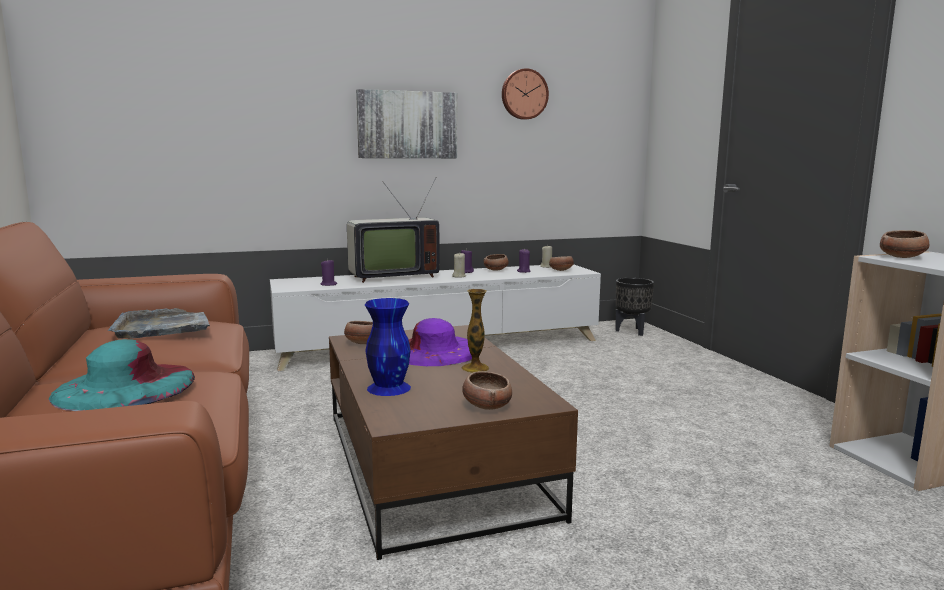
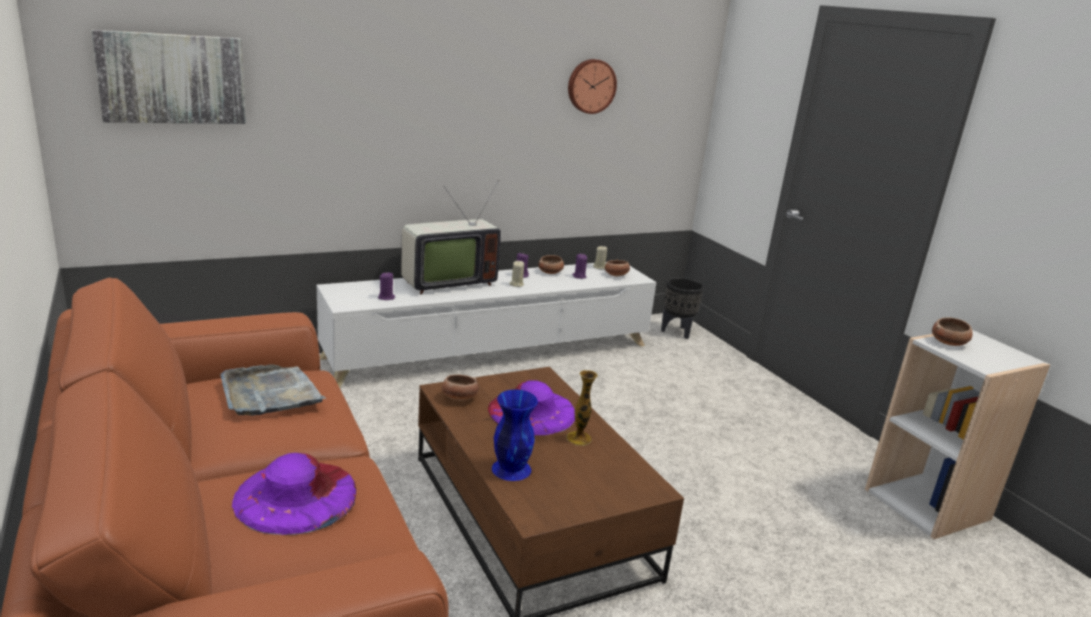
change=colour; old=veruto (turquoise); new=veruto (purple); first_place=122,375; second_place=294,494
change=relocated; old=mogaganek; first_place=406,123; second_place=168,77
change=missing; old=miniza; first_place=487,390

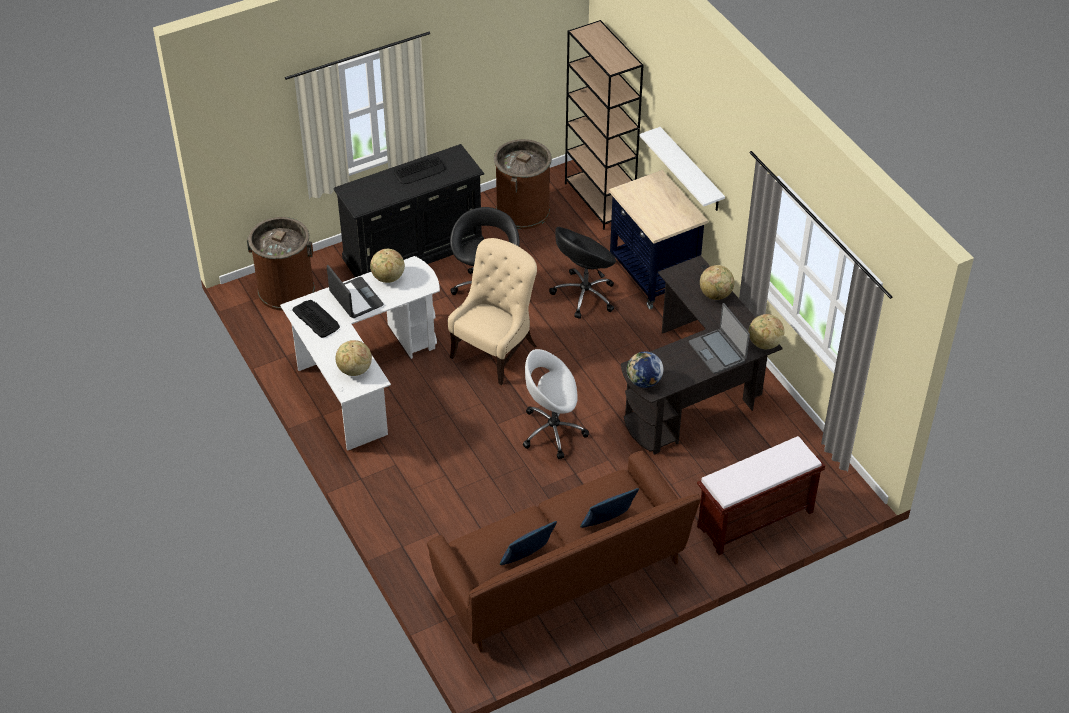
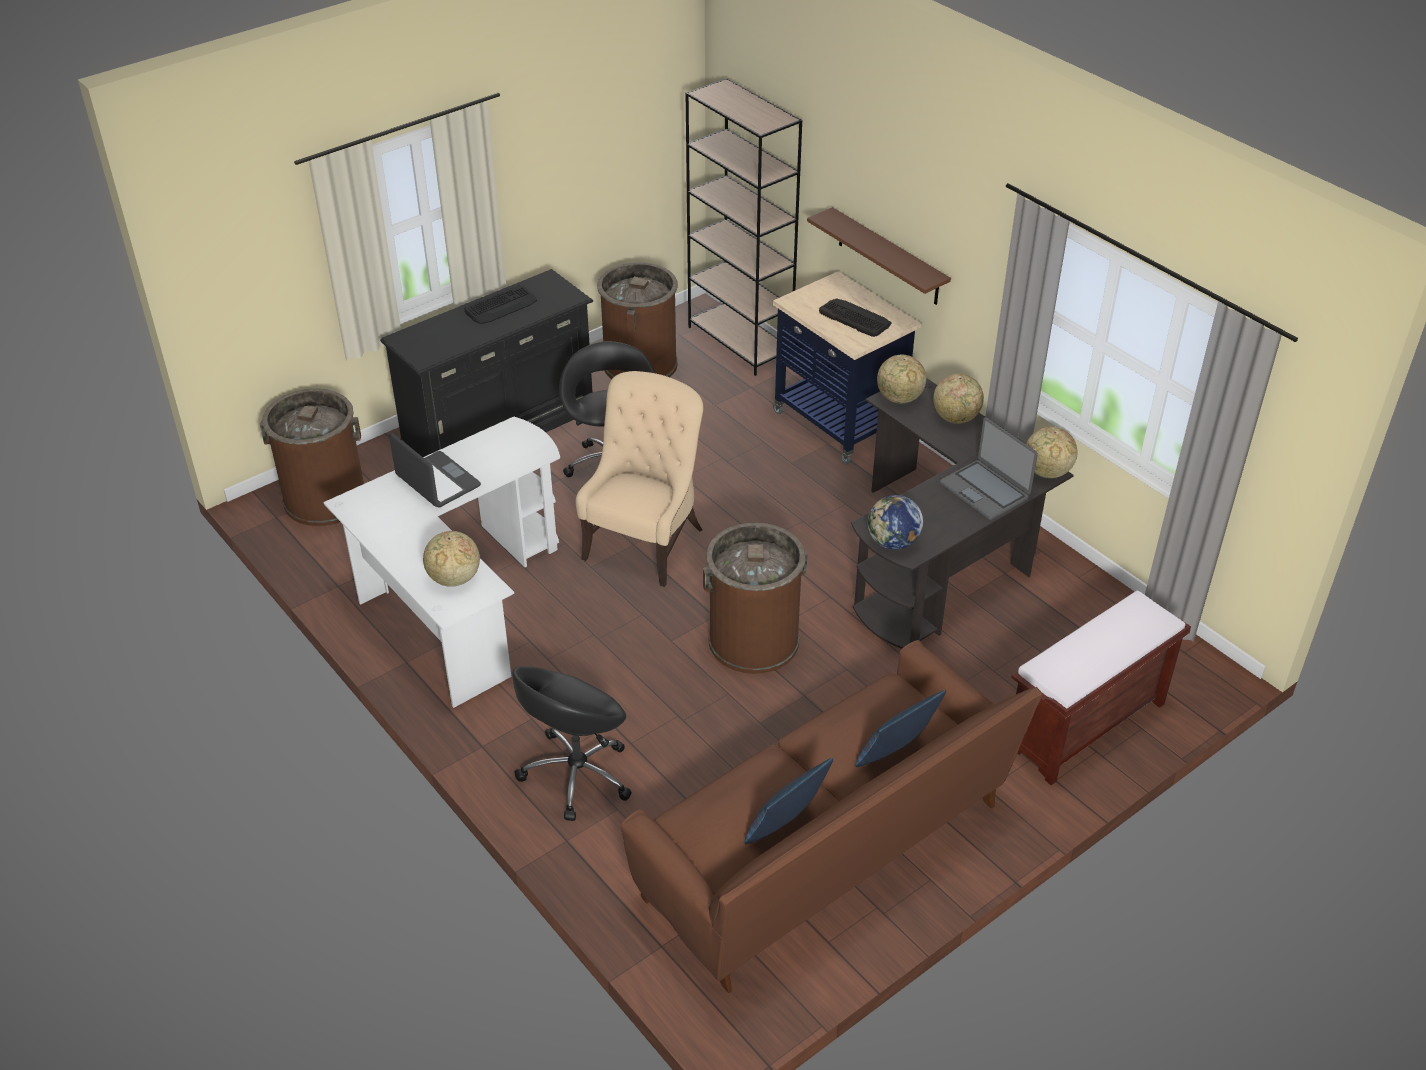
change=relocated; old=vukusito; first_place=316,319; second_place=855,317
change=relocated; old=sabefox; first_place=387,266; second_place=901,379
change=exchanged; old=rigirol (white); new=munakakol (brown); first_place=556,404; second_place=755,598
change=relocated; old=rigirol (black); first_place=582,273; second_place=572,743
change=colour; old=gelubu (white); new=gelubu (brown); first_place=682,169; second_place=879,256

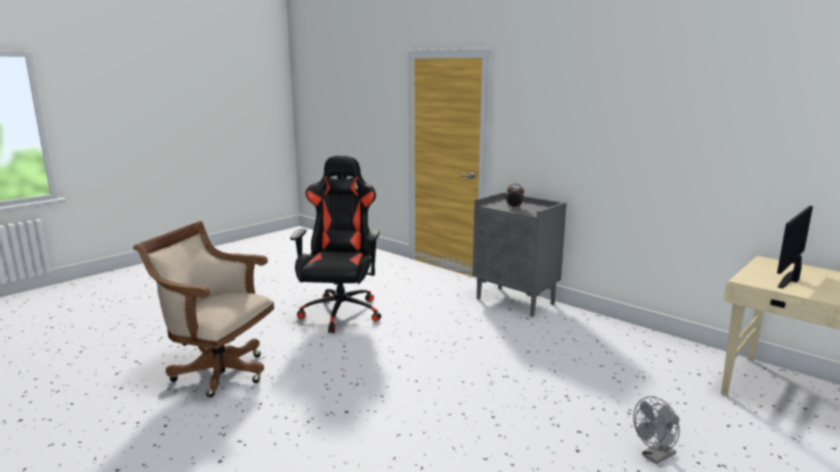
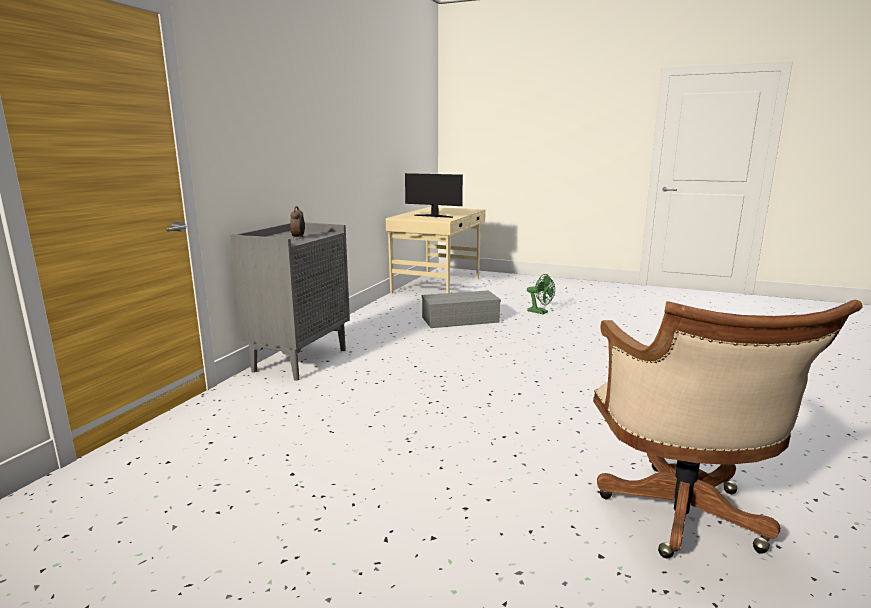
change=missing; old=rigirol (black); first_place=335,244
change=colour; old=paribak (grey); new=paribak (green); first_place=656,430; second_place=541,294
change=appeared; new=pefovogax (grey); second_place=461,309

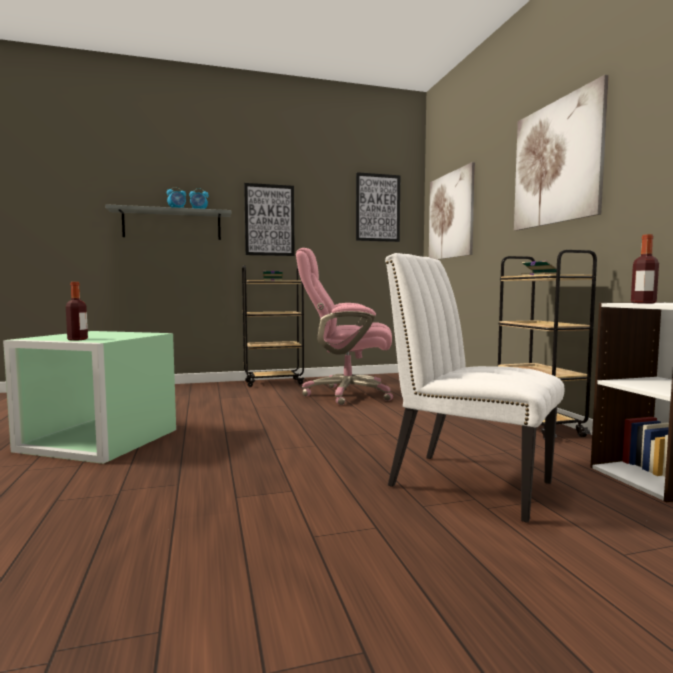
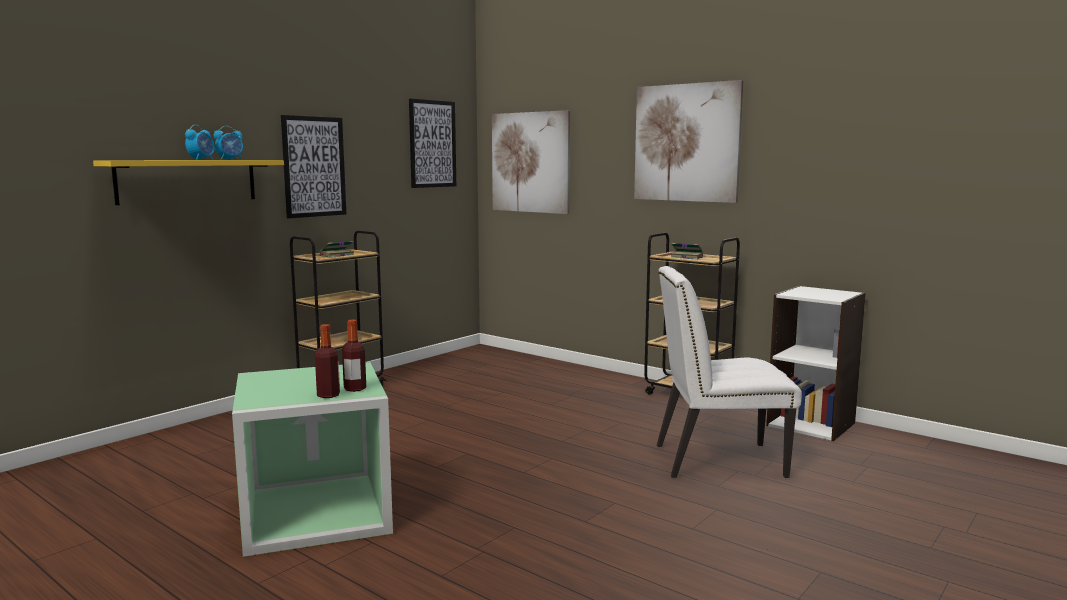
change=colour; old=gelubu (grey); new=gelubu (yellow); first_place=168,222; second_place=188,182
change=missing; old=rigirol (pink); first_place=344,326
change=relocated; old=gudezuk; first_place=645,269; second_place=354,356

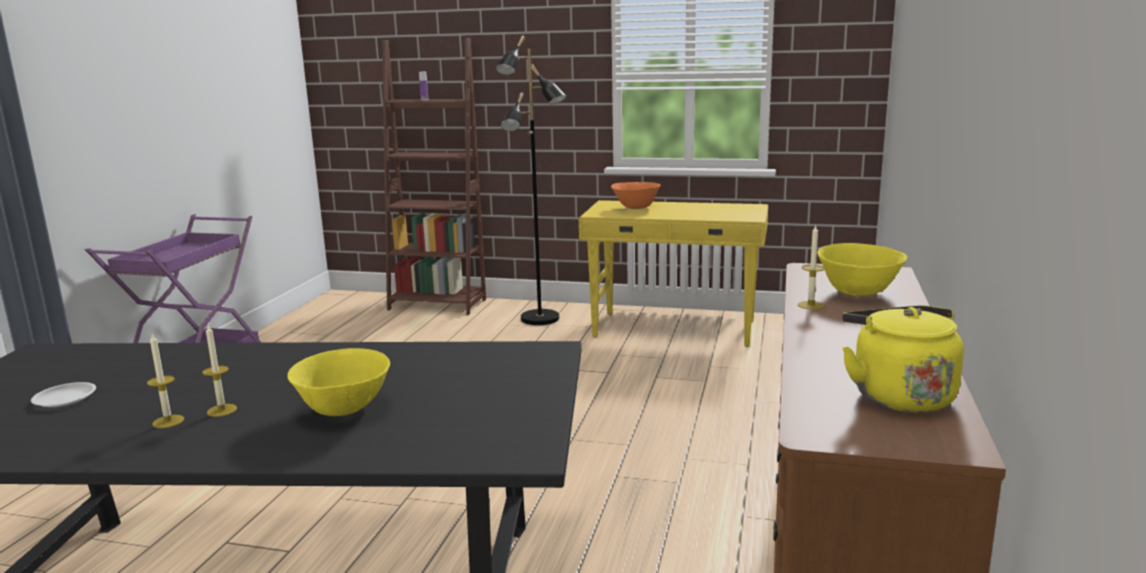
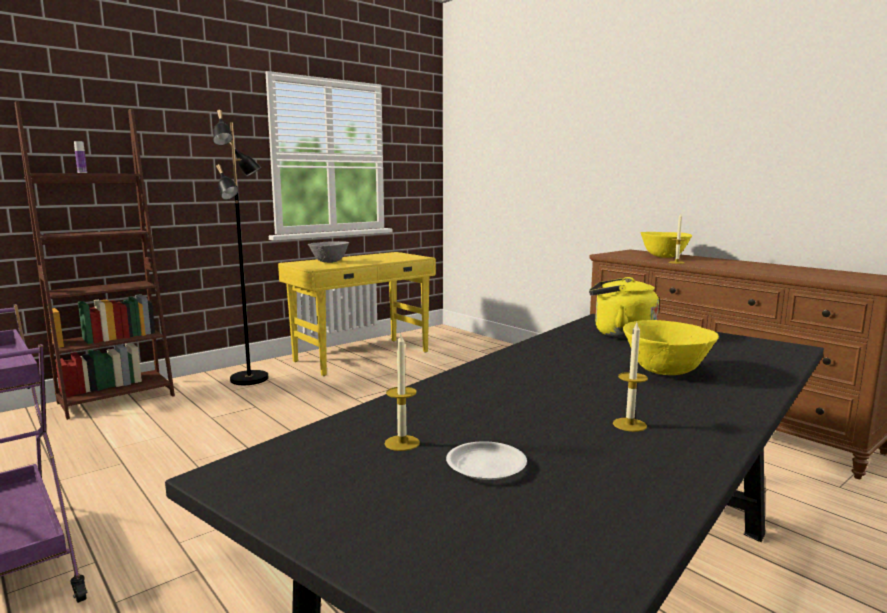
change=relocated; old=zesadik; first_place=219,371; second_place=402,391
change=colour; old=miniza (orange); new=miniza (grey); first_place=635,195; second_place=328,252
change=relocated; old=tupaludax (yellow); first_place=903,359; second_place=624,308

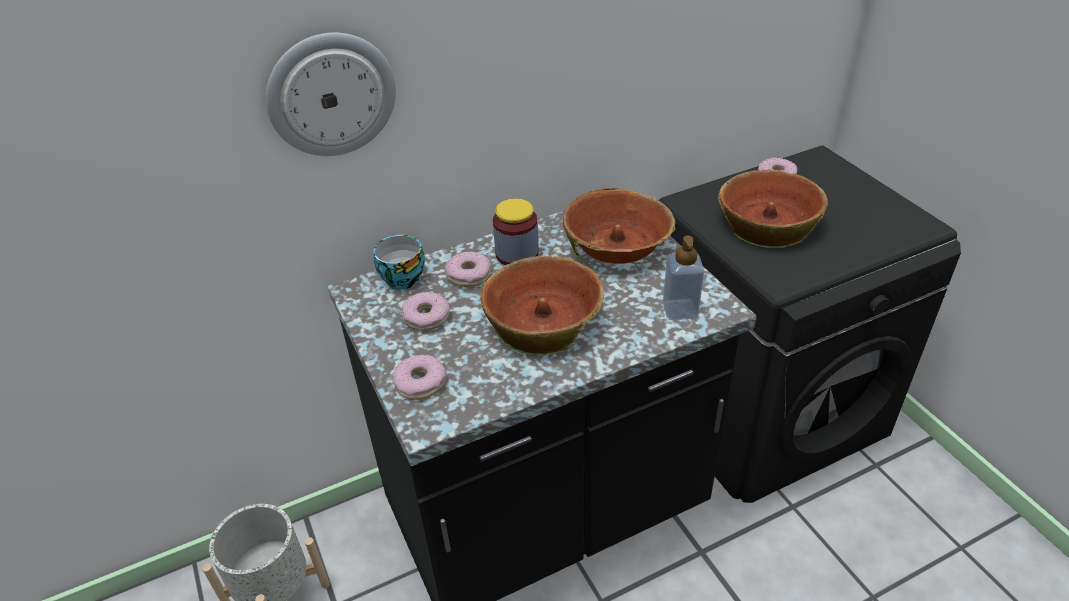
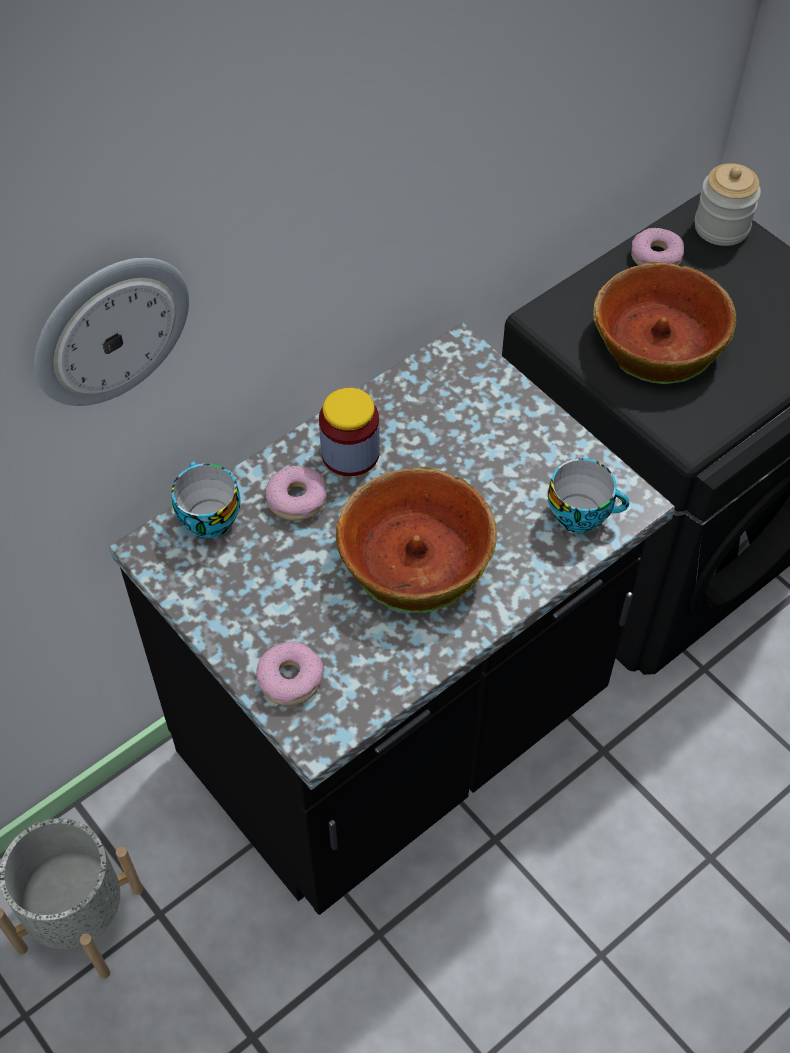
change=missing; old=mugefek; first_place=425,311
change=missing; old=miniza; first_place=619,226
change=exchanged; old=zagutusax; new=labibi; first_place=683,277; second_place=588,495
change=appeared; new=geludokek; second_place=728,204

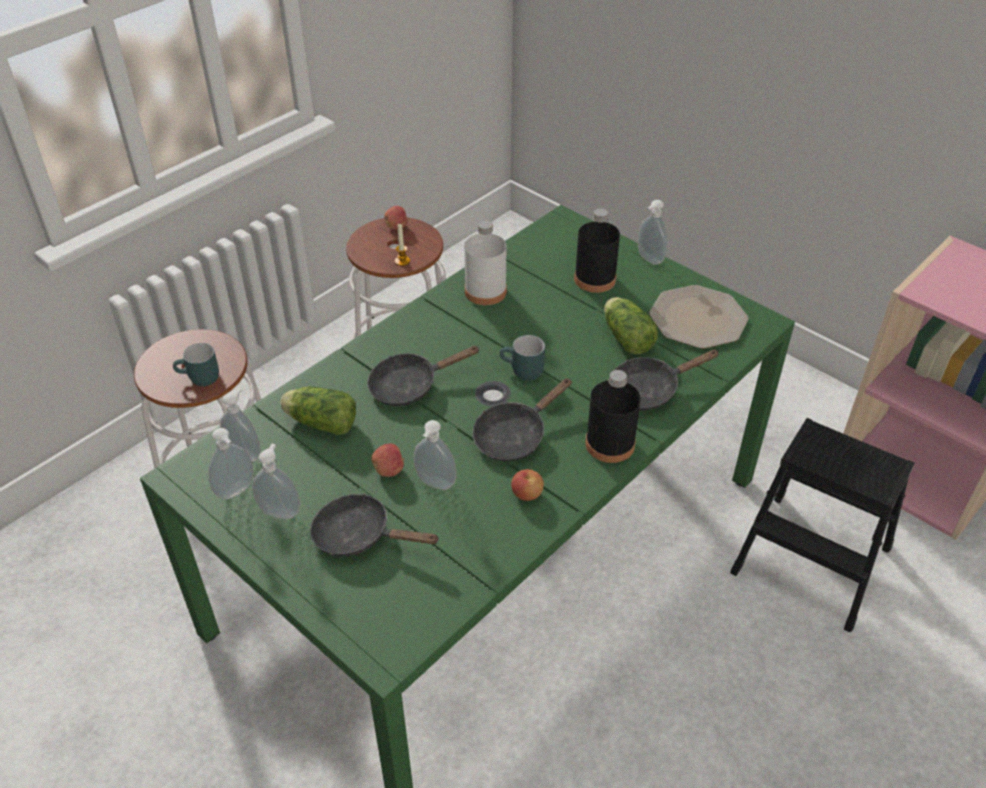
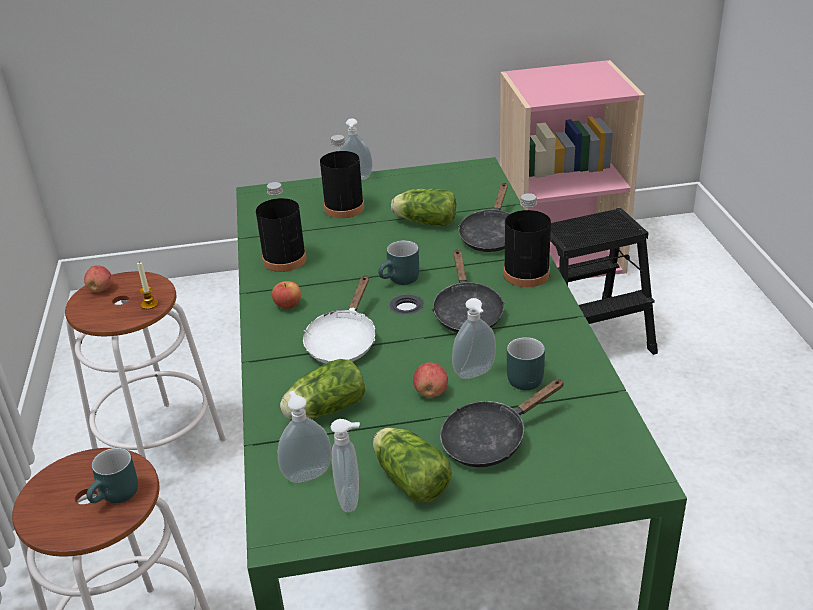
change=exchanged; old=zagutusax; new=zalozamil; first_place=276,481; second_place=412,465
change=colour; old=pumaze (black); new=pumaze (white); first_place=423,376; second_place=339,319
change=colour; old=gudezuk (white); new=gudezuk (black); first_place=485,263; second_place=281,227
change=relocated; old=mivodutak; first_place=527,485; second_place=286,295
change=missing; old=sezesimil; first_place=699,317
change=appeared; new=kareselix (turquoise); second_place=526,363

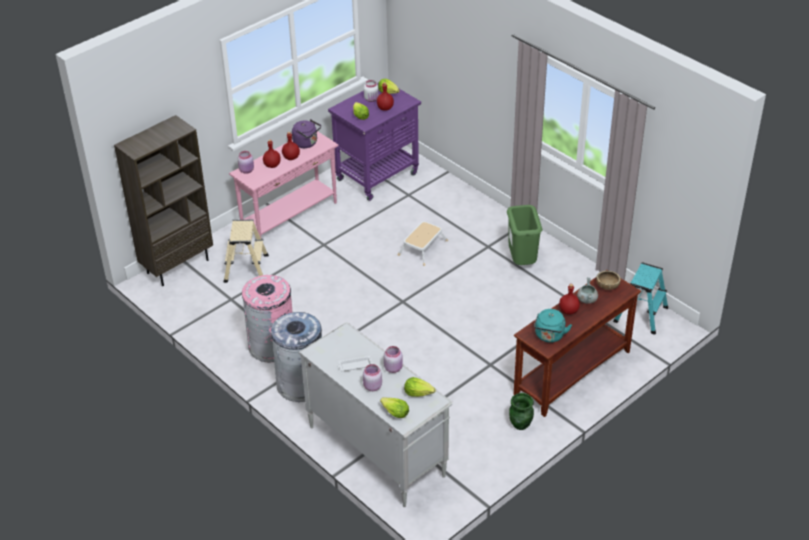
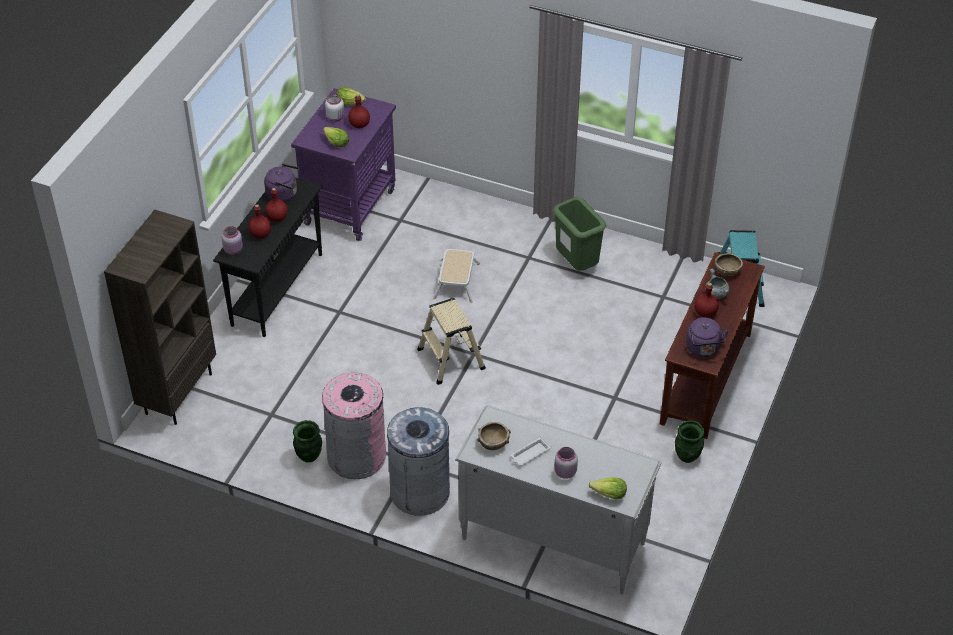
change=relocated; old=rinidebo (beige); first_place=246,251; second_place=451,341
change=colour; old=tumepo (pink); new=tumepo (black); first_place=283,185; second_place=268,257
change=missing; old=geludokek (pink); first_place=393,359
change=missing; old=zalozamil; first_place=420,387
change=colour; old=tupaludax (turquoise); new=tupaludax (purple); first_place=553,326; second_place=707,337
change=appeared; new=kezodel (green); second_place=307,441
change=appeared; new=miniza (brown); second_place=494,436

